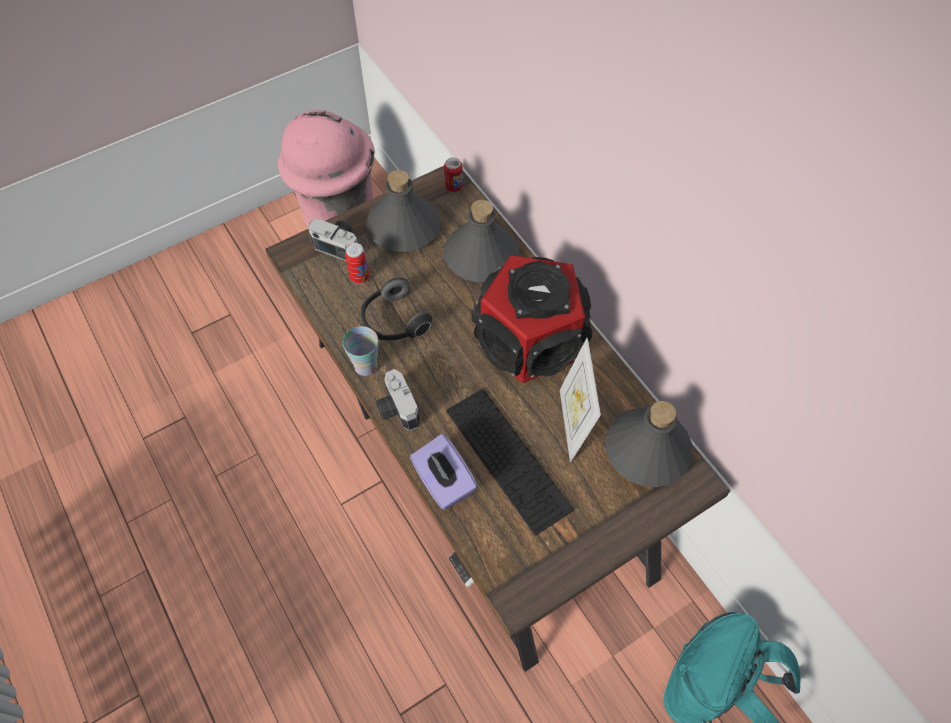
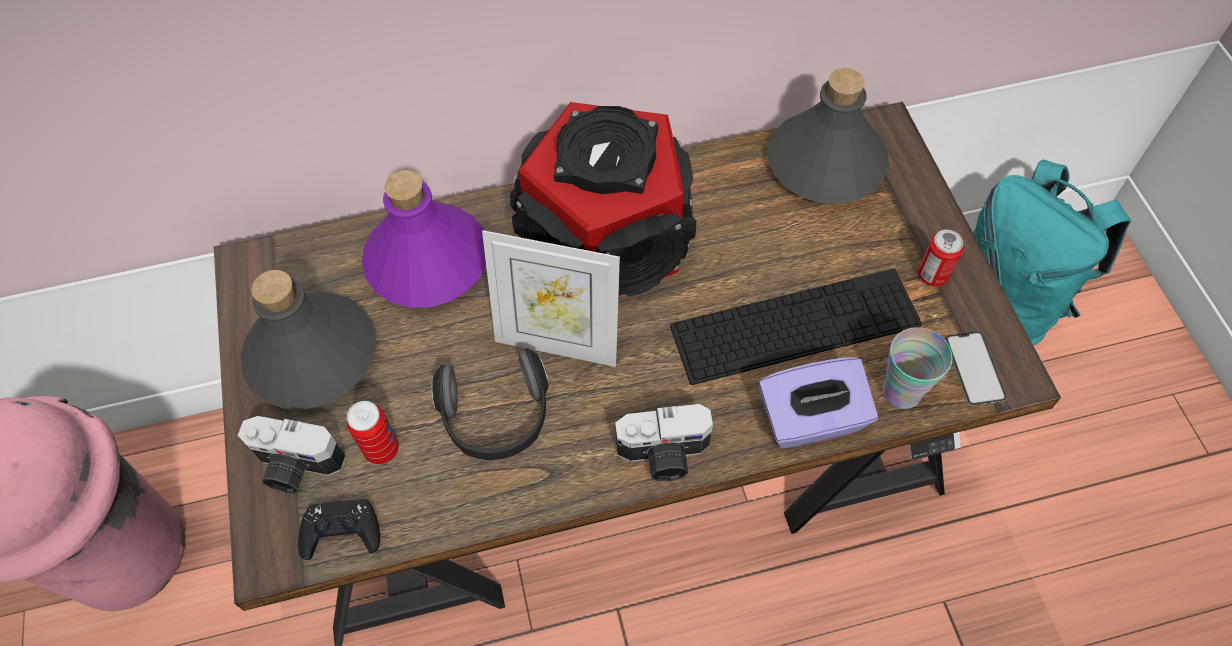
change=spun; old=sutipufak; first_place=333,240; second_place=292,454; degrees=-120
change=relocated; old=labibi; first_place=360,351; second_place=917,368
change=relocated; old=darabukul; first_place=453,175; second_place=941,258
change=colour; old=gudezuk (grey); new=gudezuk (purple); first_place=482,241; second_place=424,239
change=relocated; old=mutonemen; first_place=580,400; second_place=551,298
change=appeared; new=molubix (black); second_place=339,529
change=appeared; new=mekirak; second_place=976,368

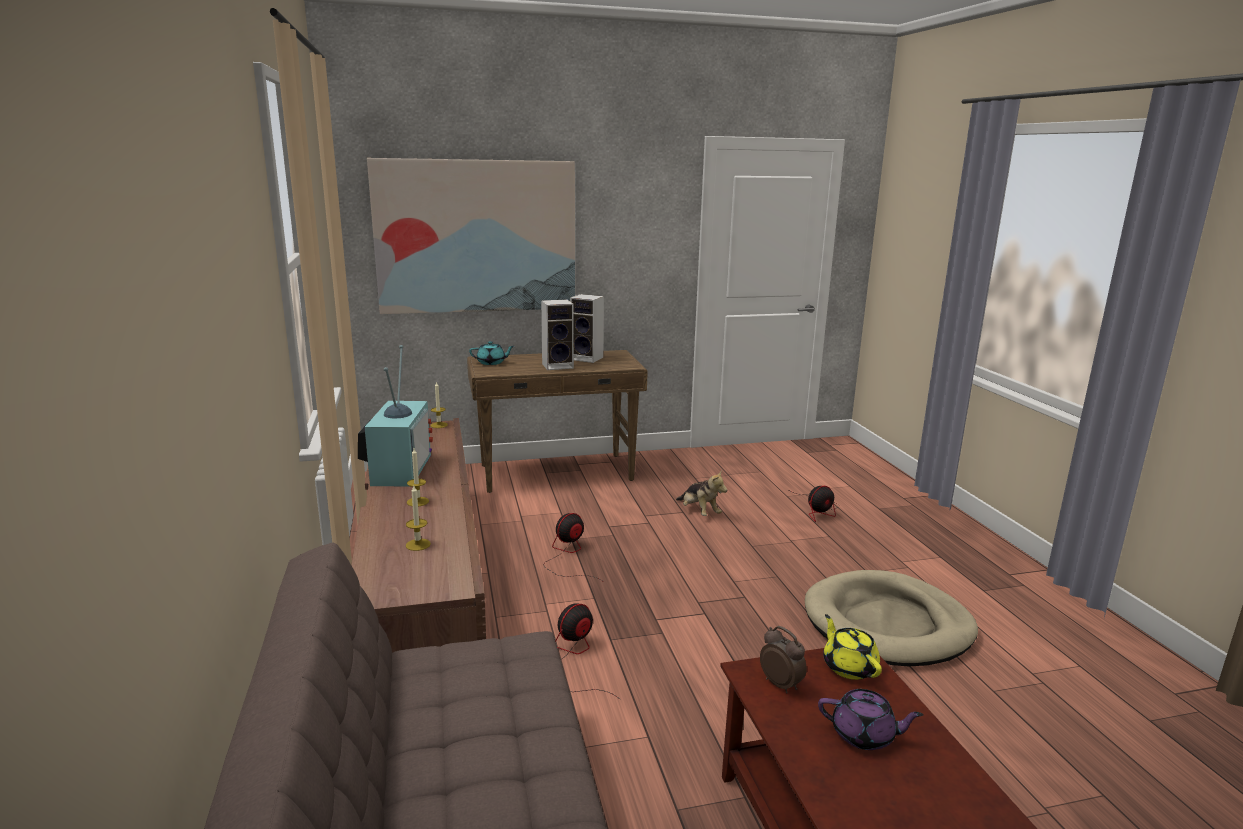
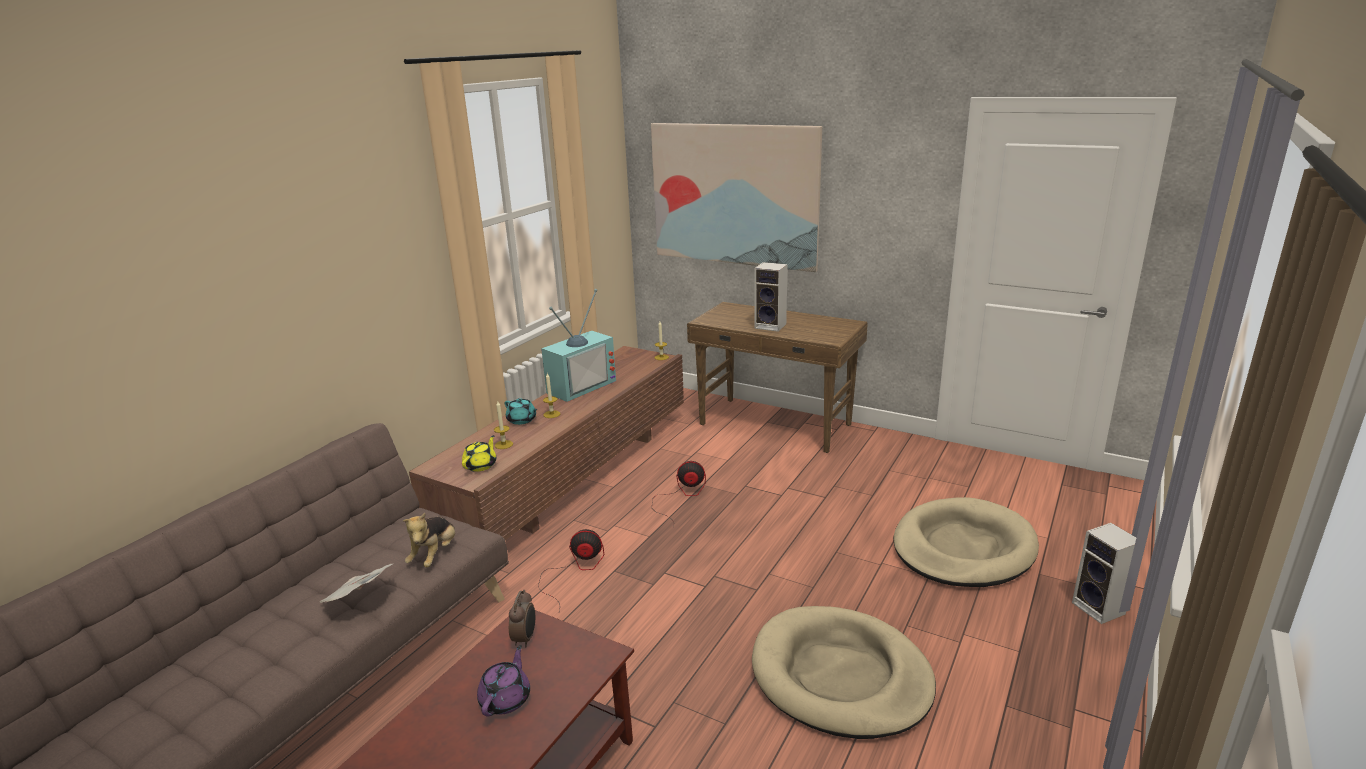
change=relocated; old=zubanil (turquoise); first_place=491,353; second_place=521,411
change=relocated; old=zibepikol; first_place=587,328; second_place=1104,573
change=relocated; old=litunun; first_place=701,493; second_place=429,540
change=exchanged; old=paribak; new=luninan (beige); first_place=817,504; second_place=966,542
change=spun; old=zubanil (purple); first_place=871,719; second_place=503,680; degrees=-135
change=relocated; old=zubanil (yellow); first_place=852,647; second_place=479,453
change=appeared; new=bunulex; second_place=356,583

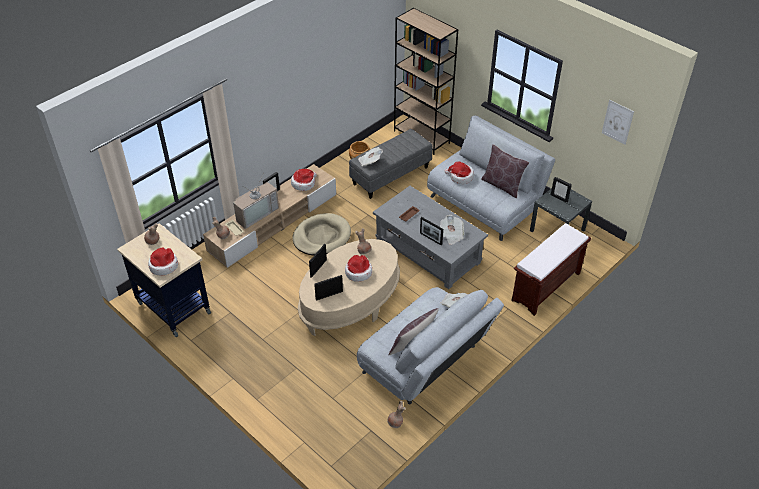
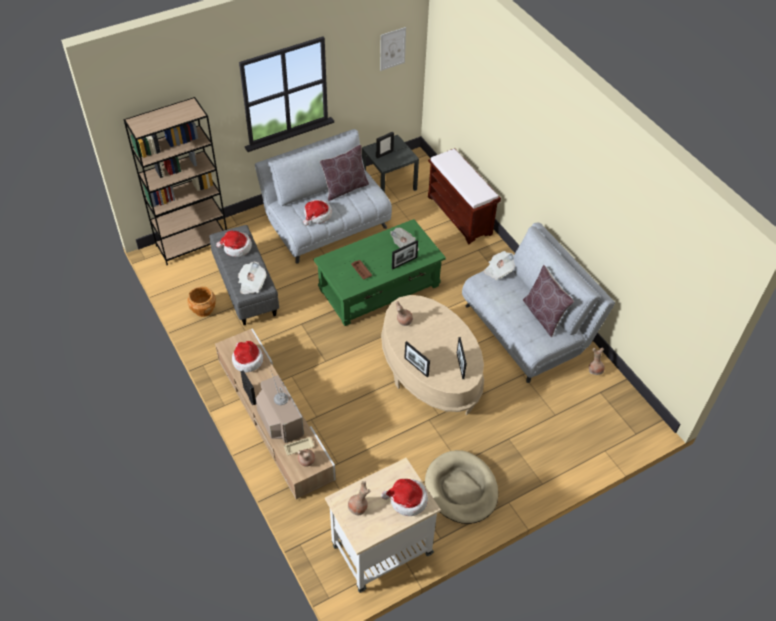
change=colour; old=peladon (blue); new=peladon (white); first_place=164,280; second_place=383,525
change=relocated; old=luninan (beige); first_place=322,234; second_place=461,487
change=relocated; old=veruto; first_place=358,268; second_place=234,244
change=colour; old=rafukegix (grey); new=rafukegix (green); first_place=430,237; second_place=380,272

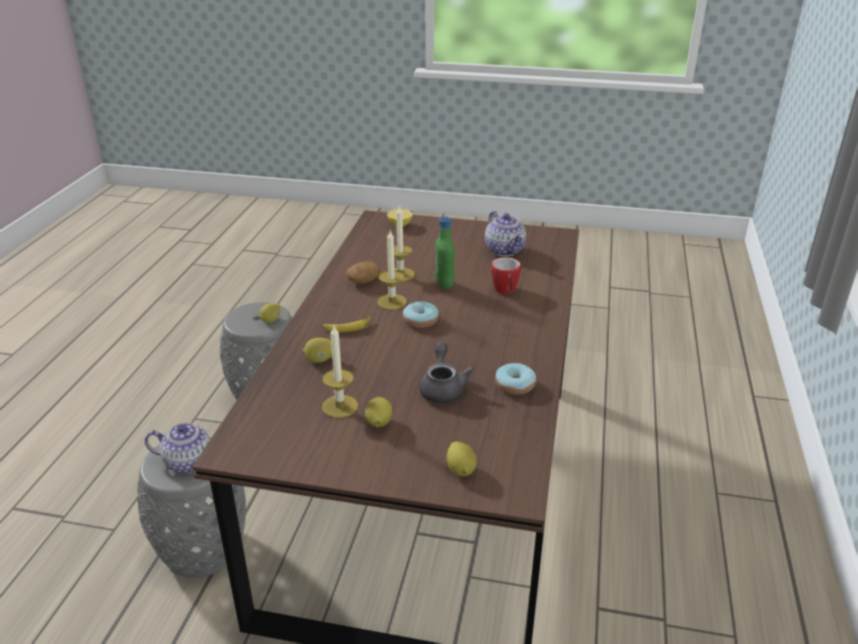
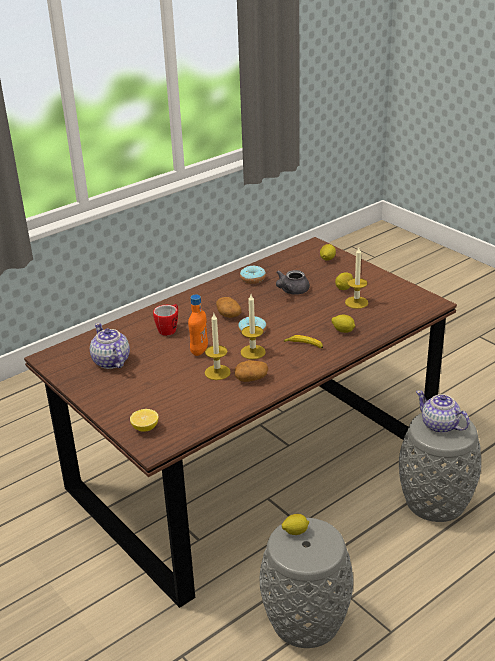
change=colour; old=gudezuk (green); new=gudezuk (orange); first_place=445,253; second_place=198,325
change=spun; old=zubanil; first_place=505,234; second_place=110,346; degrees=-45
change=appeared; new=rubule; second_place=229,307

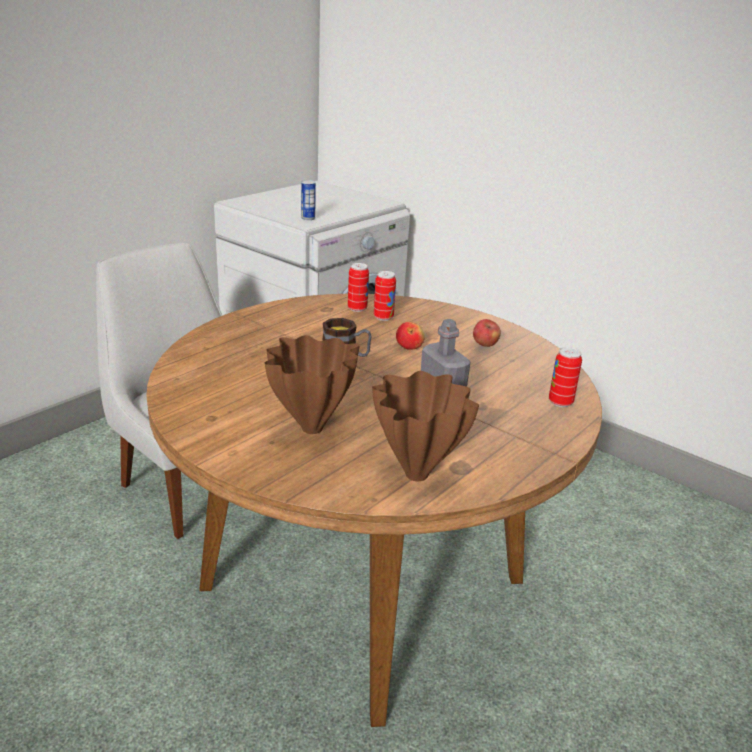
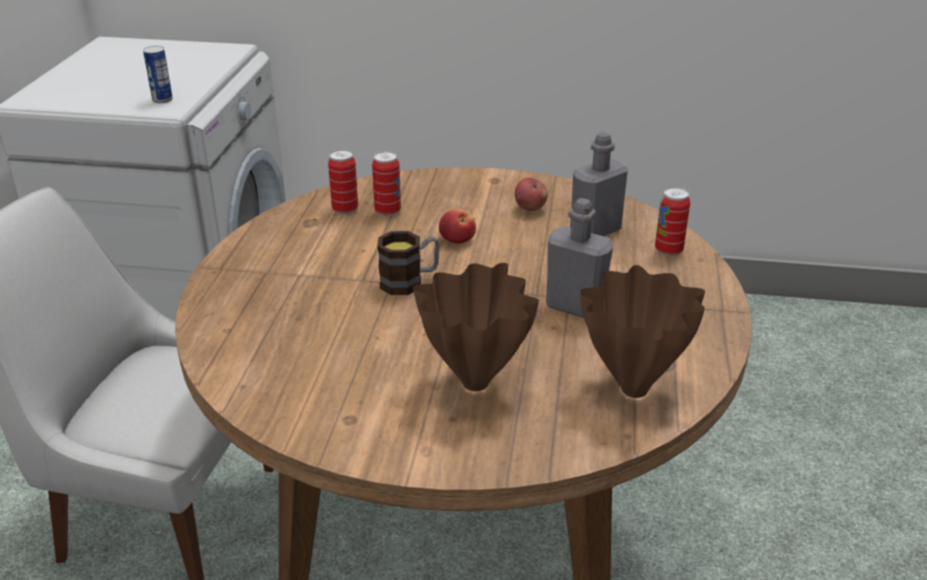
change=appeared; new=gudezuk (grey); second_place=599,184

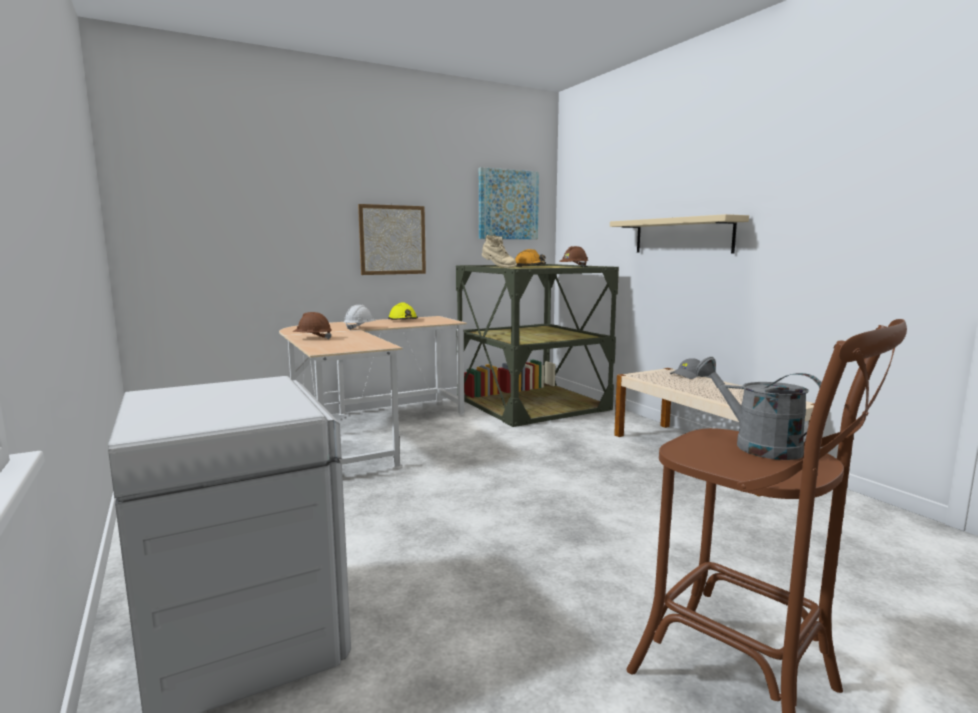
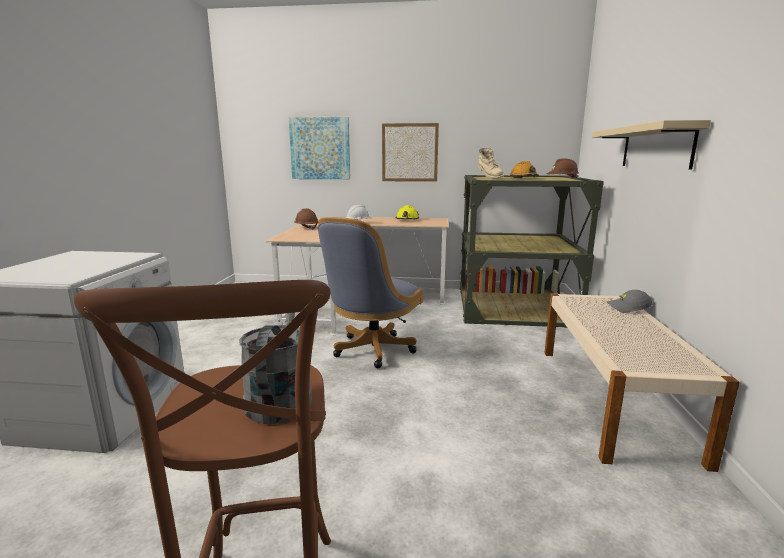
change=relocated; old=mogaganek; first_place=509,203; second_place=319,148
change=appeared; new=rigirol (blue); second_place=370,293

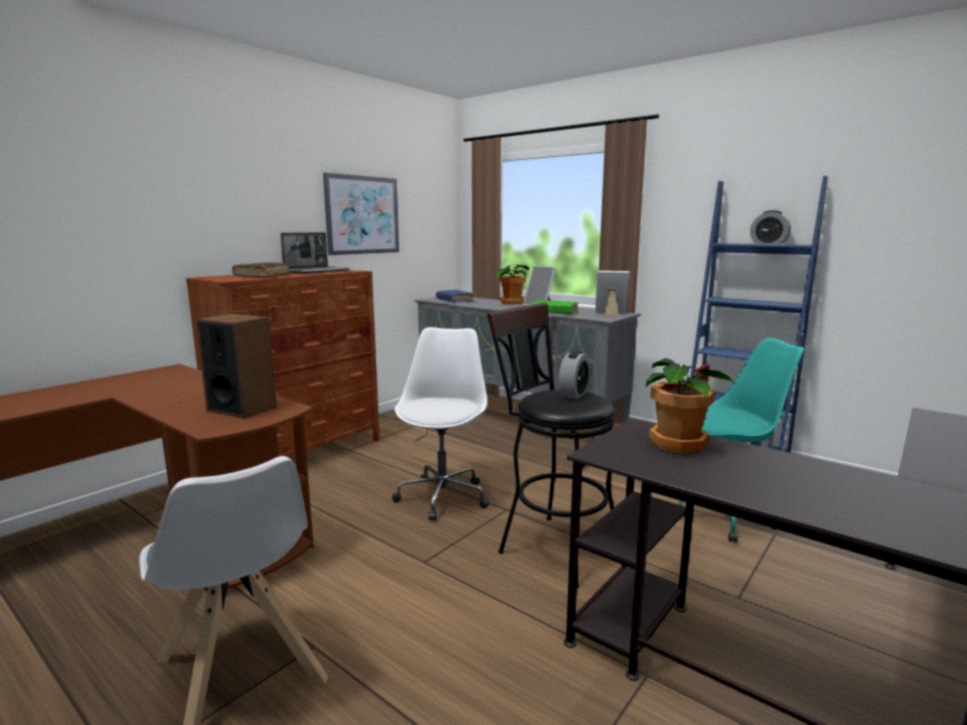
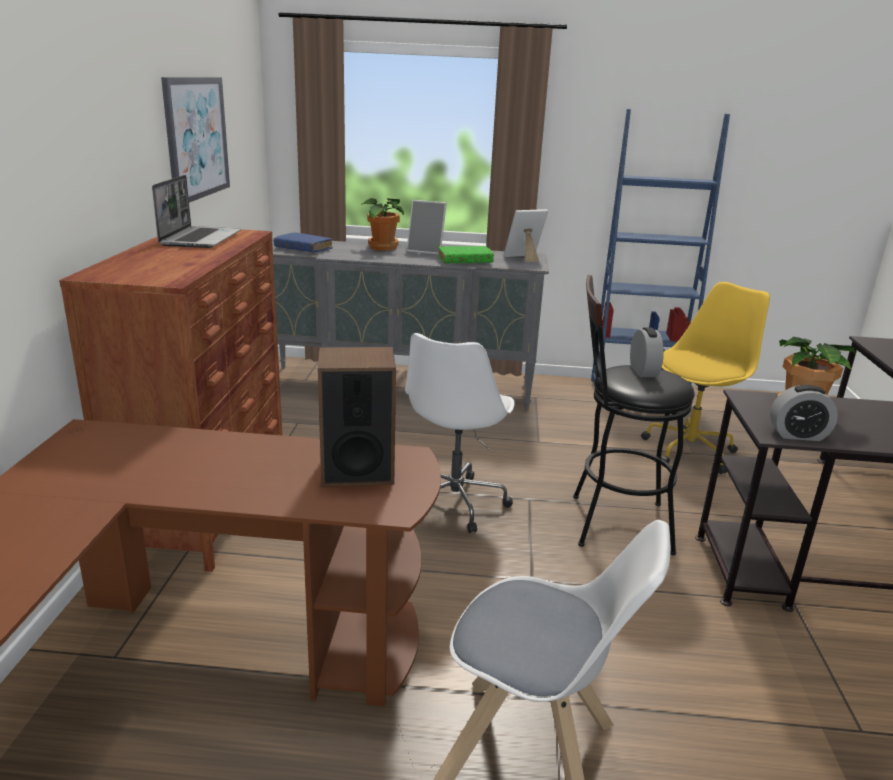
change=missing; old=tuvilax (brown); first_place=261,270
change=spun; old=rigirol (white); first_place=441,424; second_place=460,433; degrees=-135
change=colour; old=rigirol (turquoise); new=rigirol (yellow); first_place=741,440; second_place=705,378
change=relocated; old=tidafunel; first_place=770,227; second_place=804,413

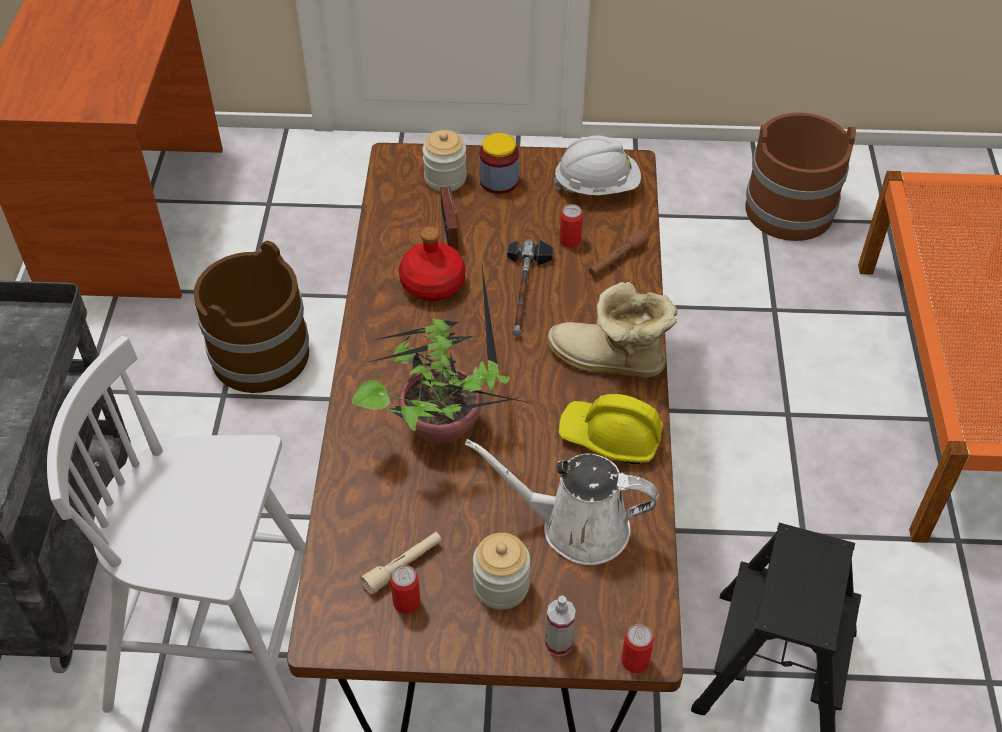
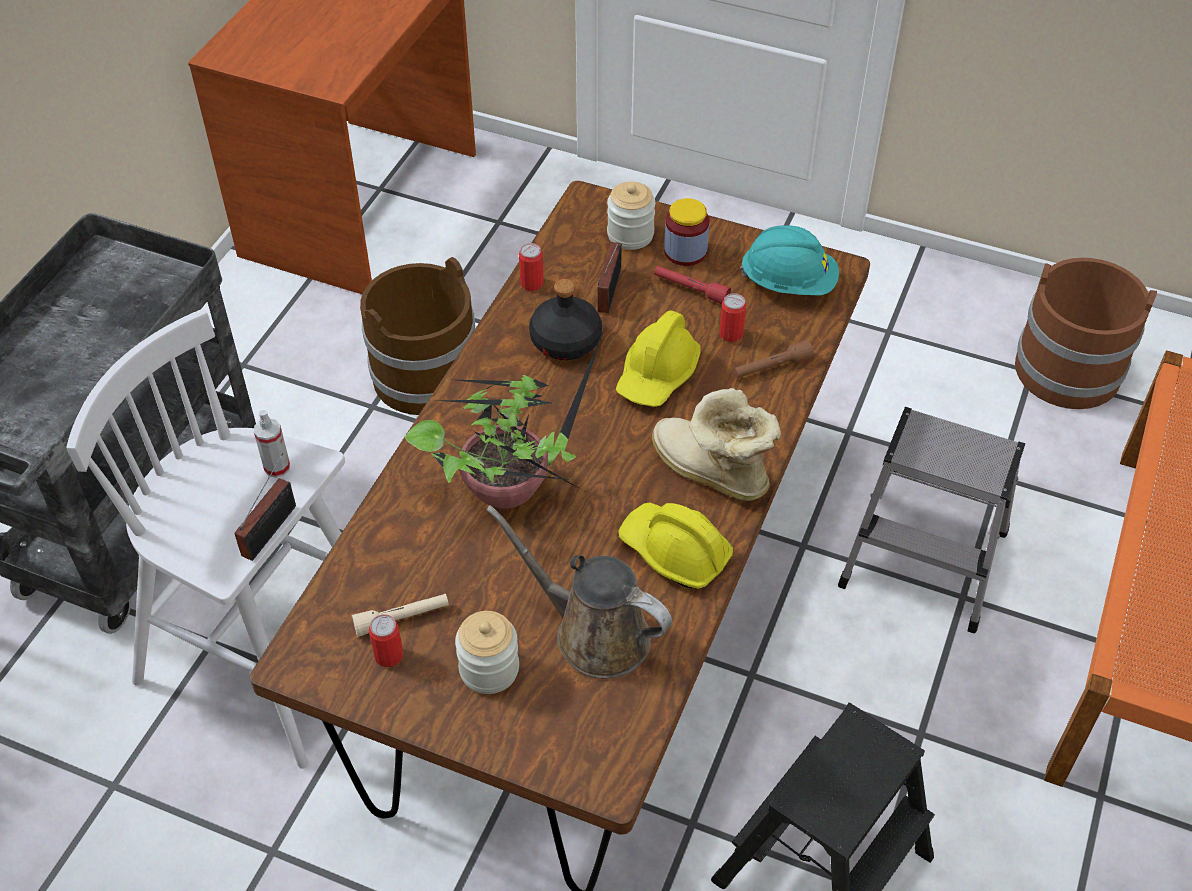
change=colour; old=gudezuk (red); new=gudezuk (black); first_place=432,263; second_place=565,319
change=colour; old=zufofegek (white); new=zufofegek (brown); first_place=562,502; second_place=579,592
change=exchanged; old=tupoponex; new=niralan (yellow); first_place=530,287; second_place=658,358
change=relocated; old=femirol; first_place=560,626; second_place=272,444
change=colour; old=niralan (white); new=niralan (turquoise); first_place=597,165; second_place=789,260
change=relocated; old=darabukul; first_place=637,648; second_place=531,267
change=appeared; new=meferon; second_place=265,507
change=appeared; new=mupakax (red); second_place=692,285
change=appeared; new=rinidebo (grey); second_place=932,520

